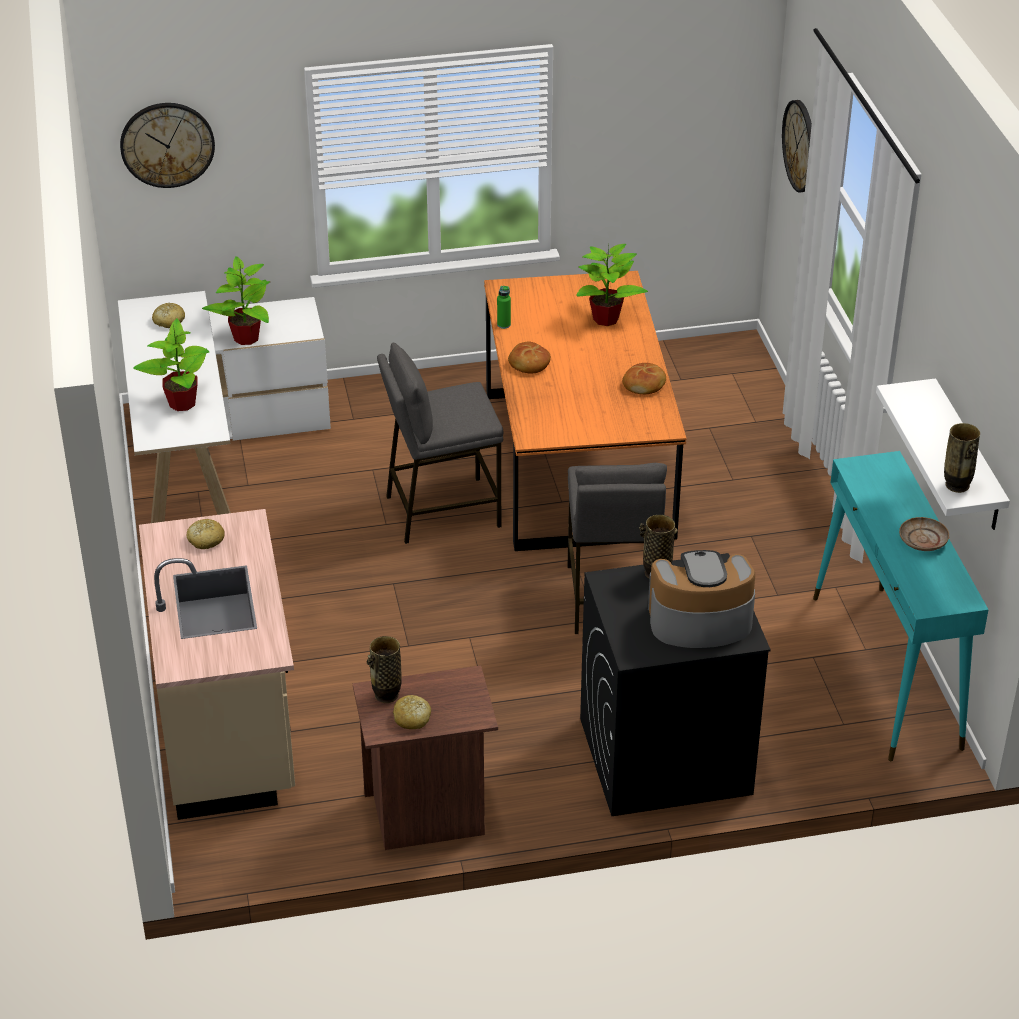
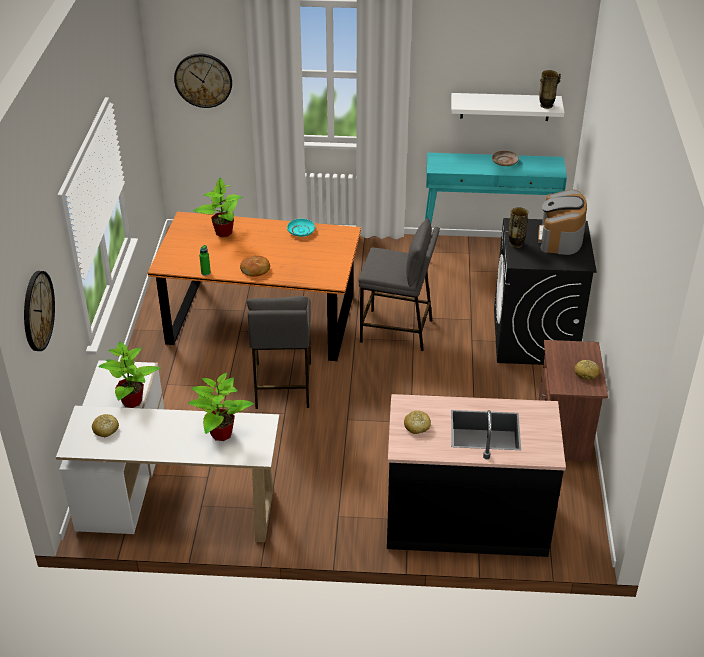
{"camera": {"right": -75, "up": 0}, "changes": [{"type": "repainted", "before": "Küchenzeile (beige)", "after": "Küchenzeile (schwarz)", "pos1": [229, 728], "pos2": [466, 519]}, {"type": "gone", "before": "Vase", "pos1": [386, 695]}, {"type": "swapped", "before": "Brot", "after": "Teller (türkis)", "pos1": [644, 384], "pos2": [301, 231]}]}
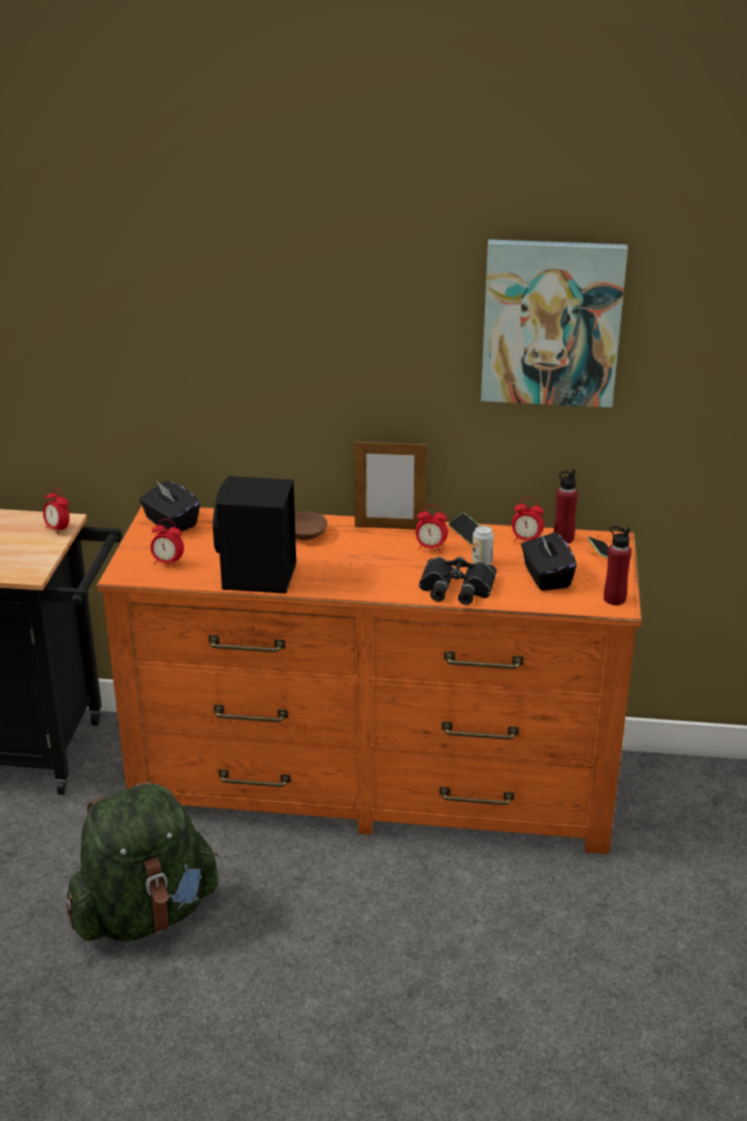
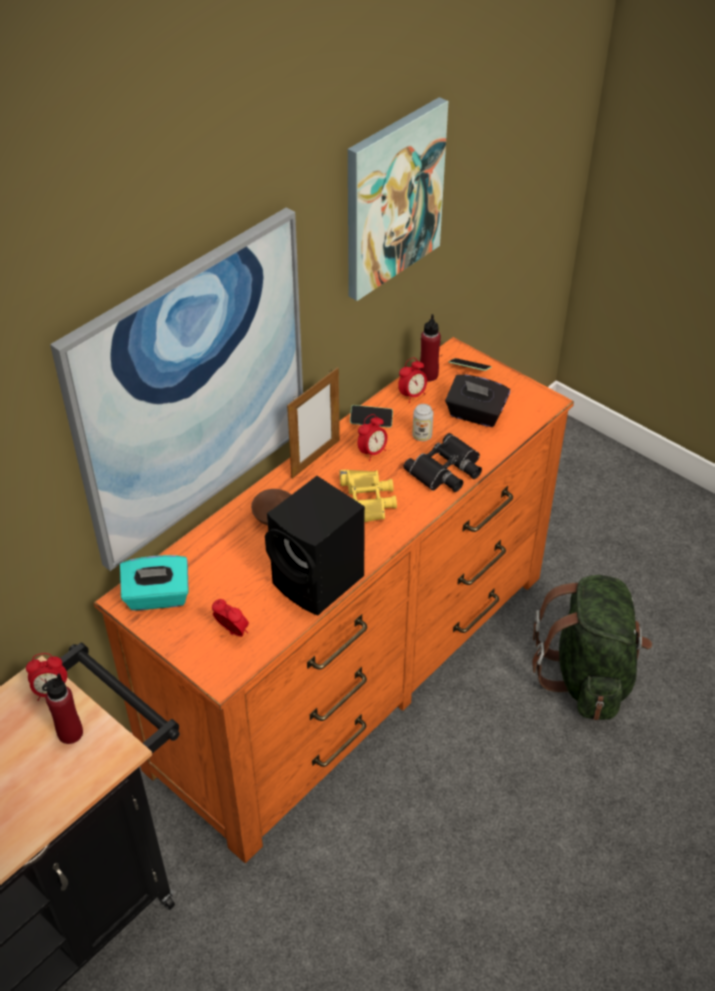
{"camera": {"right": -55, "up": 15}, "changes": [{"type": "shifted", "before": "Rucksack (grün)", "pos1": [145, 914], "pos2": [587, 676]}, {"type": "repainted", "before": "Taschentuchbox (schwarz)", "after": "Taschentuchbox (türkis)", "pos1": [170, 523], "pos2": [157, 597]}, {"type": "rotated", "before": "Wecker", "pos1": [168, 563], "pos2": [232, 633], "turn": -105}, {"type": "shifted", "before": "Flasche (rot)", "pos1": [614, 599], "pos2": [70, 733]}, {"type": "new", "after": "Bild", "pos2": [192, 390]}, {"type": "new", "after": "Fernglas (gelb)", "pos2": [367, 500]}]}
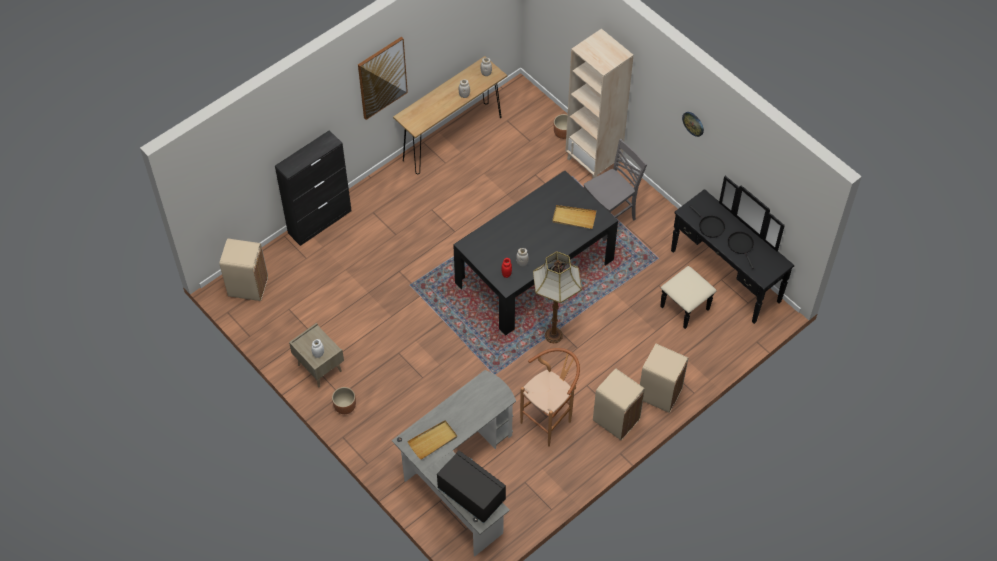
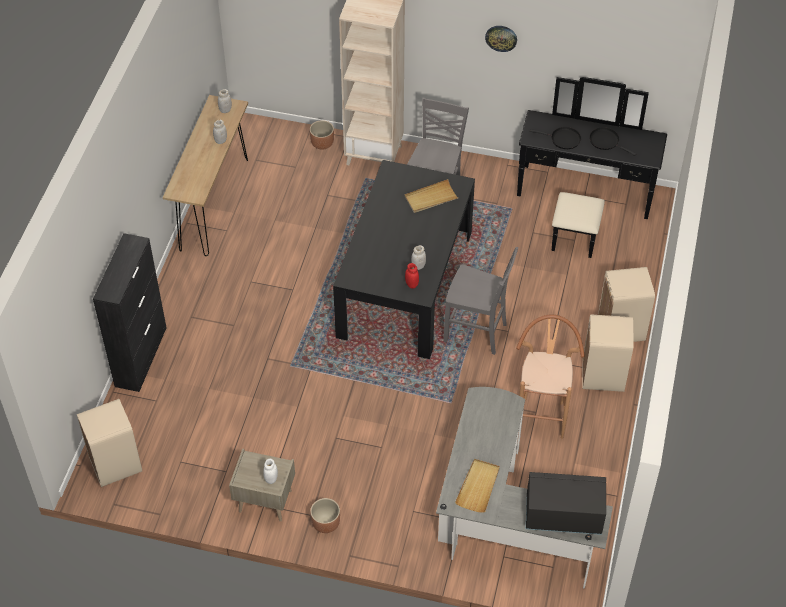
{"camera": {"right": -35, "up": -5}, "changes": [{"type": "gone", "before": "Bild", "pos1": [382, 77]}, {"type": "swapped", "before": "Stehlampe", "after": "Stuhl (grau)", "pos1": [554, 336], "pos2": [476, 333]}]}
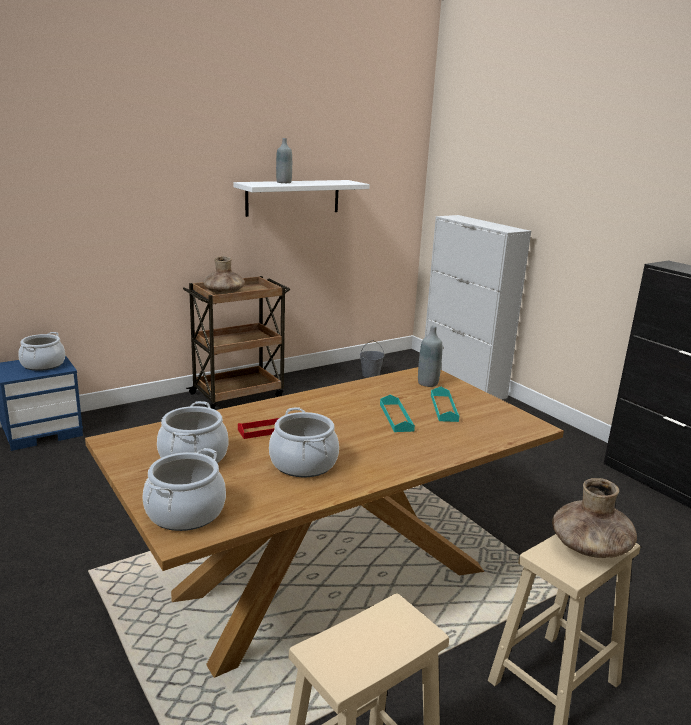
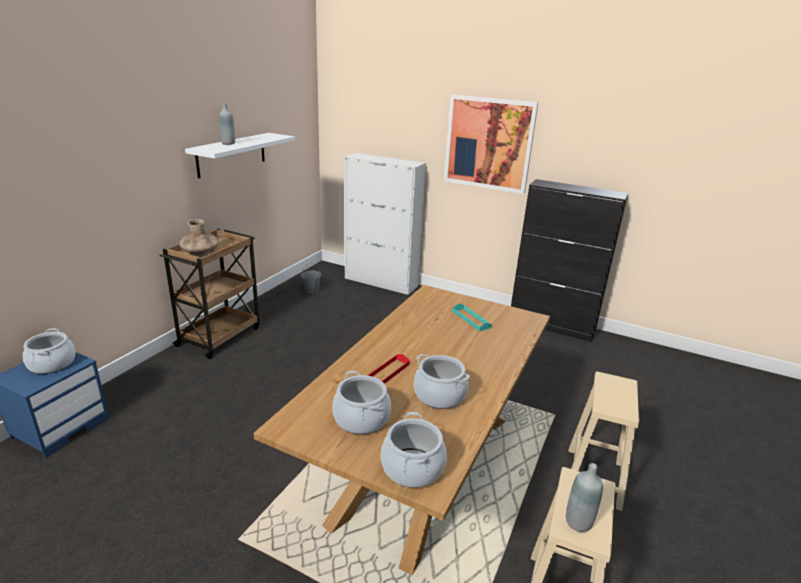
{"camera": {"right": -30, "up": 5}, "changes": [{"type": "gone", "before": "Tablett (türkis)", "pos1": [396, 417]}, {"type": "shifted", "before": "Flasche (grau)", "pos1": [428, 383], "pos2": [578, 522]}, {"type": "gone", "before": "Vase (braun)", "pos1": [589, 547]}, {"type": "new", "after": "Bild", "pos2": [488, 144]}]}
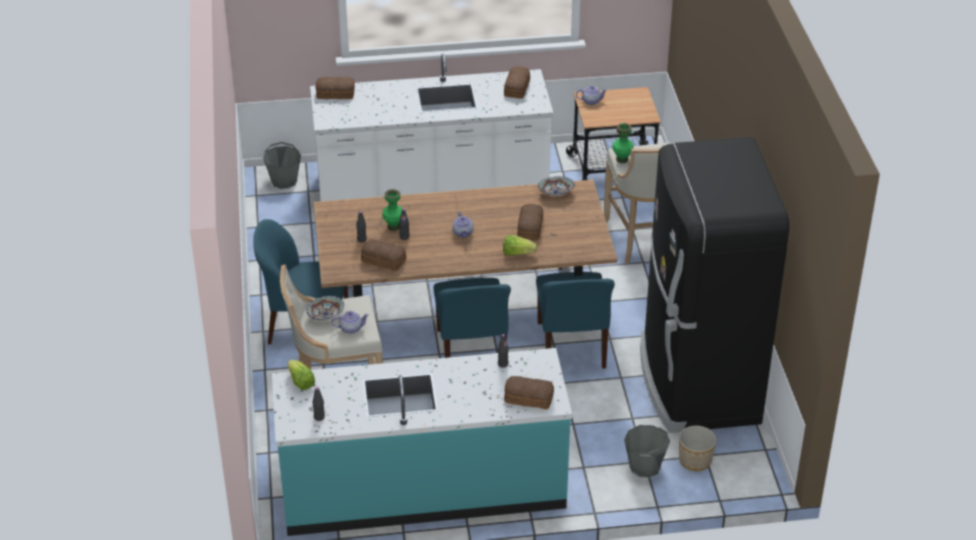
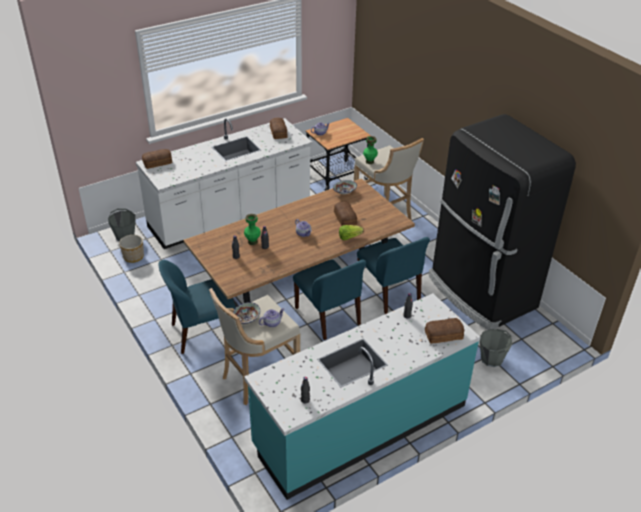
{"camera": {"right": -25, "up": 0}, "changes": [{"type": "gone", "before": "Salatkopf", "pos1": [300, 382]}, {"type": "gone", "before": "Brot", "pos1": [383, 260]}, {"type": "shifted", "before": "Pflanzkübel", "pos1": [695, 460], "pos2": [133, 256]}]}
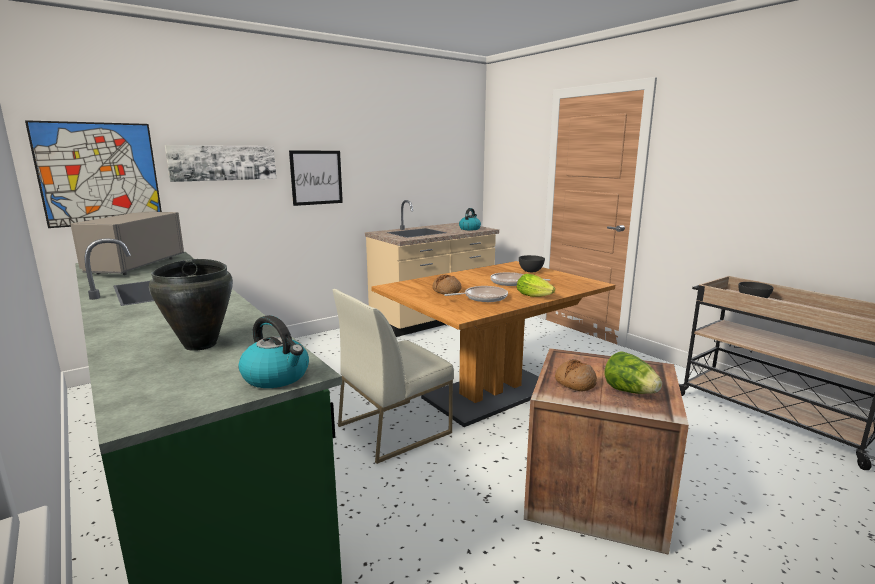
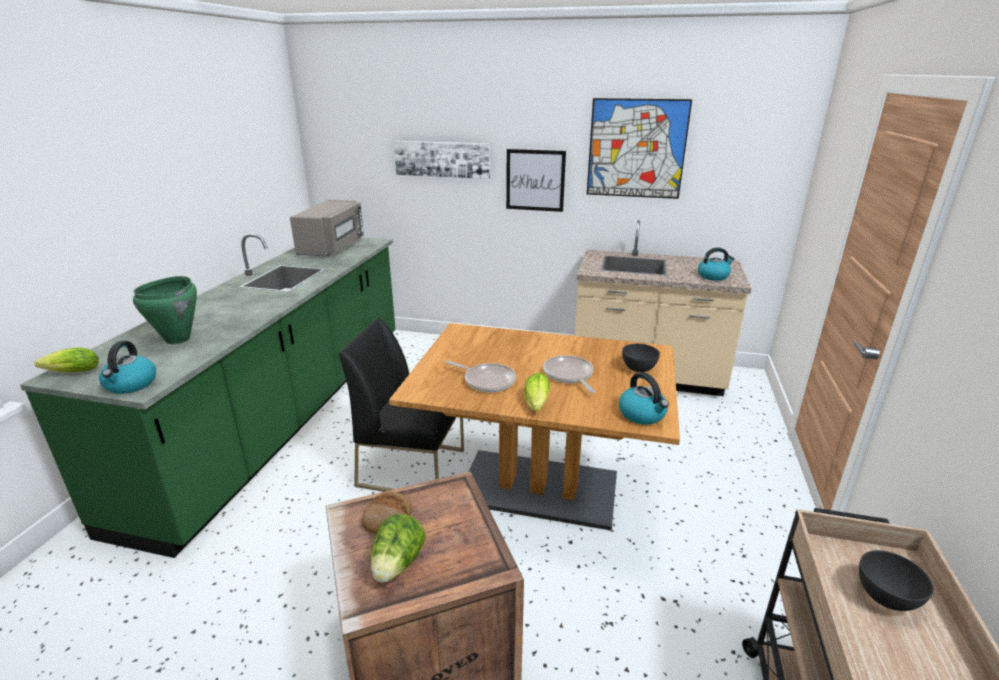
{"camera": {"right": 50, "up": 10}, "changes": [{"type": "shifted", "before": "Bild", "pos1": [99, 174], "pos2": [636, 149]}, {"type": "rotated", "before": "Mikrowelle (grau)", "pos1": [134, 265], "pos2": [333, 247], "turn": 135}, {"type": "repainted", "before": "Kochtopf (schwarz)", "after": "Kochtopf (grün)", "pos1": [201, 344], "pos2": [178, 339]}, {"type": "repainted", "before": "Stuhl (weiß)", "after": "Stuhl (schwarz)", "pos1": [394, 428], "pos2": [413, 467]}, {"type": "gone", "before": "Brot", "pos1": [447, 291]}, {"type": "new", "after": "Salatkopf", "pos2": [70, 373]}, {"type": "new", "after": "Wasserkessel", "pos2": [642, 414]}]}
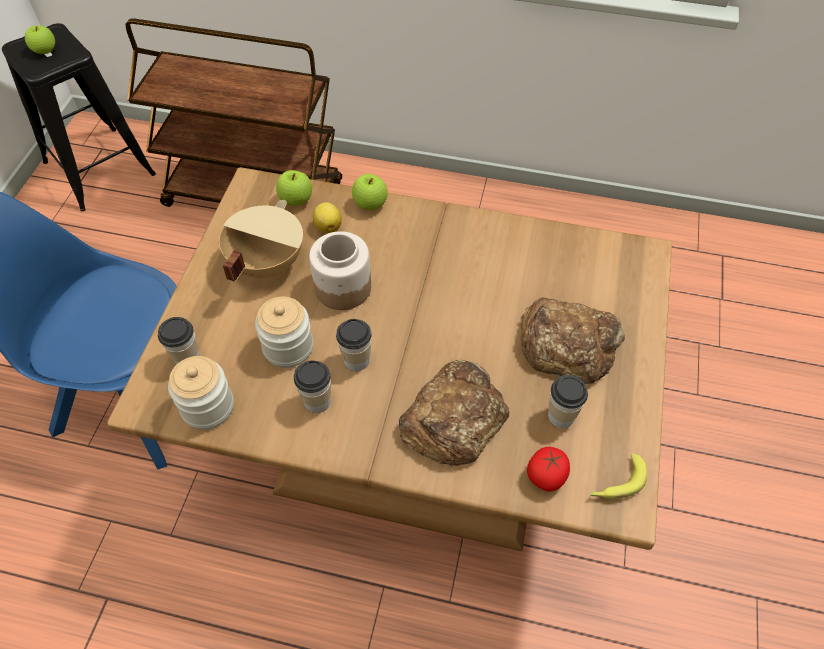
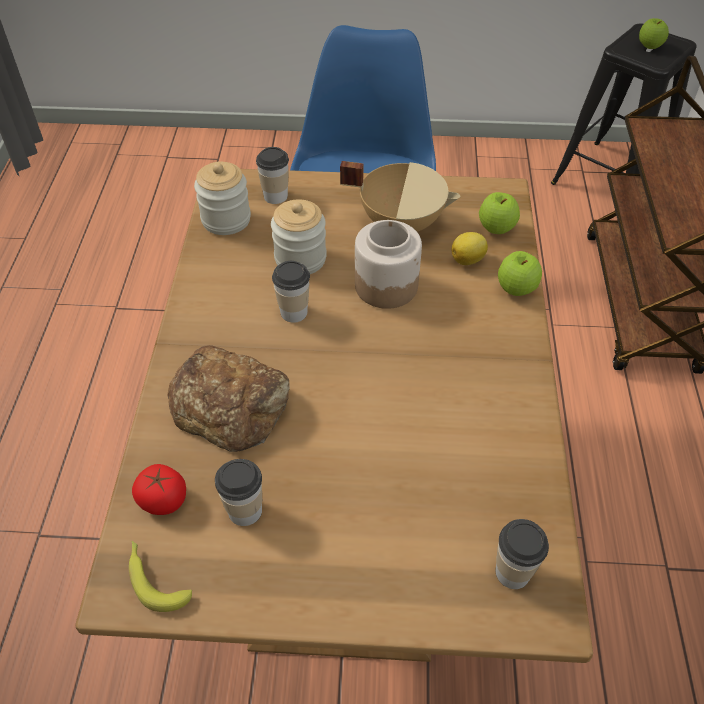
{"camera": {"right": 80, "up": -5}, "changes": [{"type": "shifted", "before": "Tasse", "pos1": [317, 401], "pos2": [512, 572]}, {"type": "gone", "before": "Brot", "pos1": [568, 344]}]}
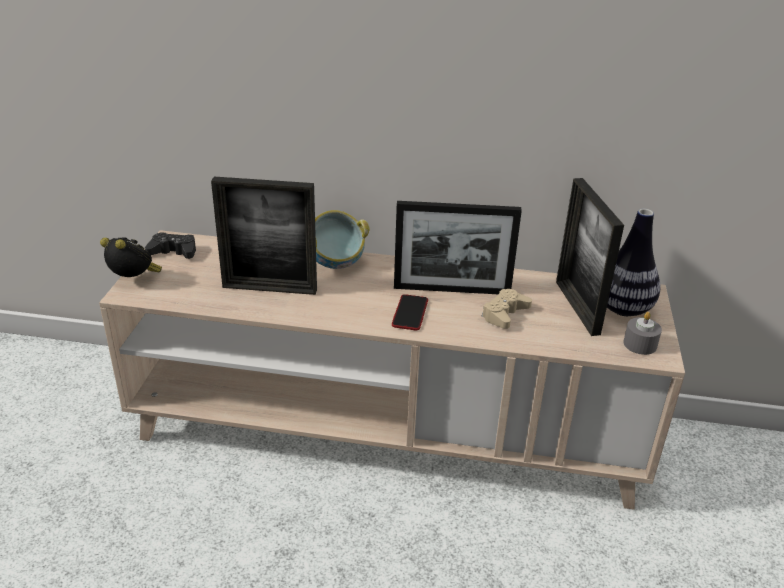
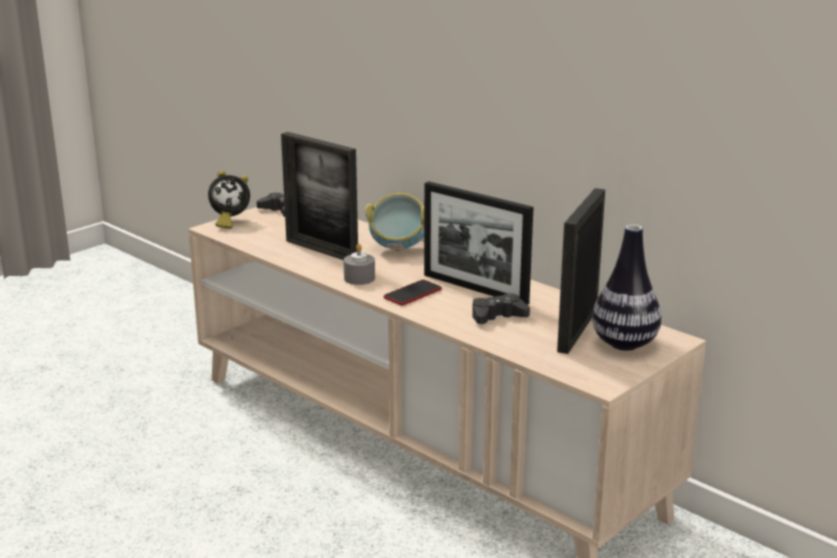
{"camera": {"right": 35, "up": -10}, "changes": [{"type": "rotated", "before": "Wecker", "pos1": [134, 280], "pos2": [229, 221], "turn": 105}, {"type": "repainted", "before": "Gamepad (beige)", "after": "Gamepad (schwarz)", "pos1": [504, 314], "pos2": [497, 316]}, {"type": "shifted", "before": "Kerze (grau)", "pos1": [640, 344], "pos2": [359, 278]}]}
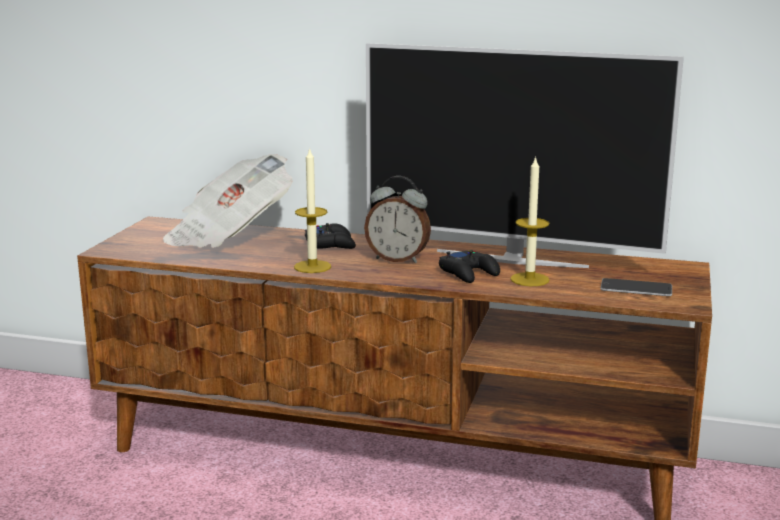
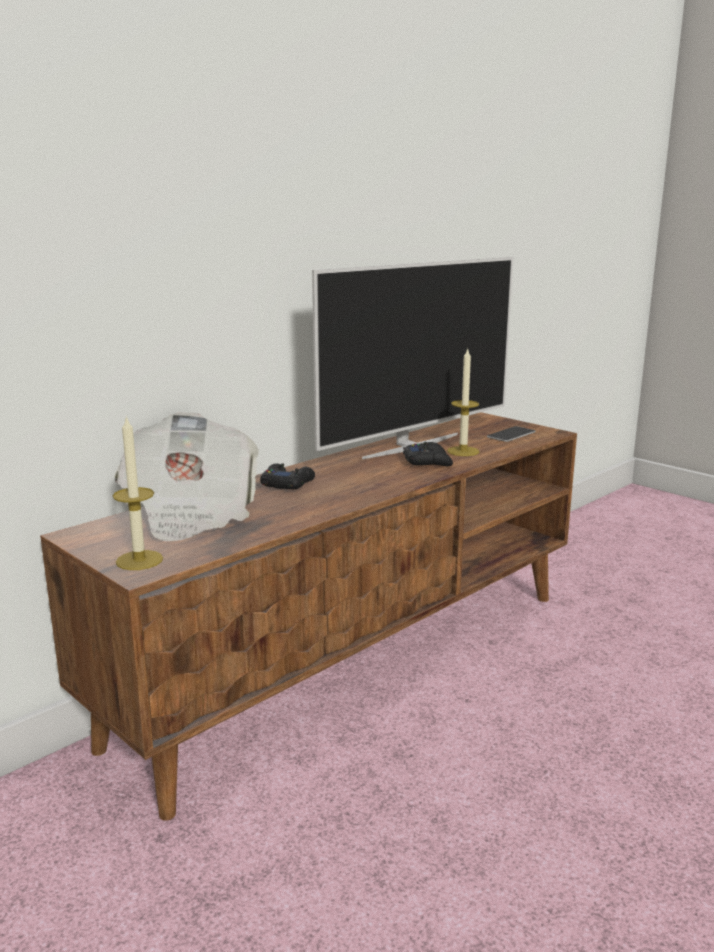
{"camera": {"right": -60, "up": 0}, "changes": [{"type": "shifted", "before": "Kerze", "pos1": [312, 267], "pos2": [139, 560]}, {"type": "gone", "before": "Wecker", "pos1": [398, 259]}]}
